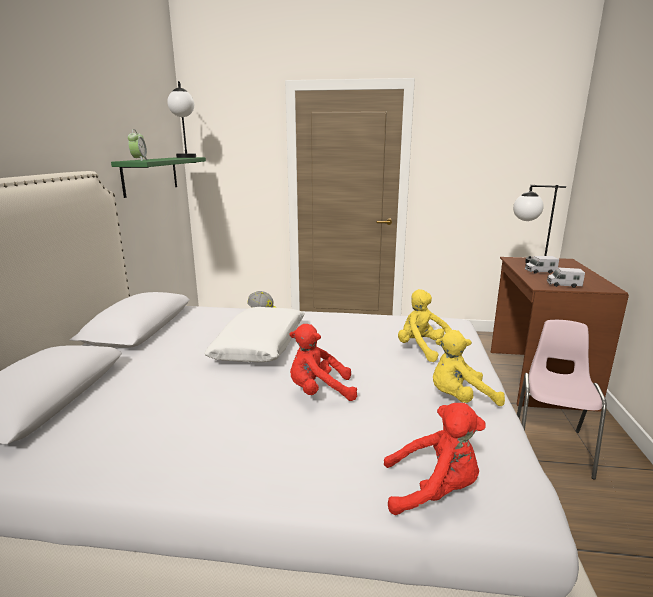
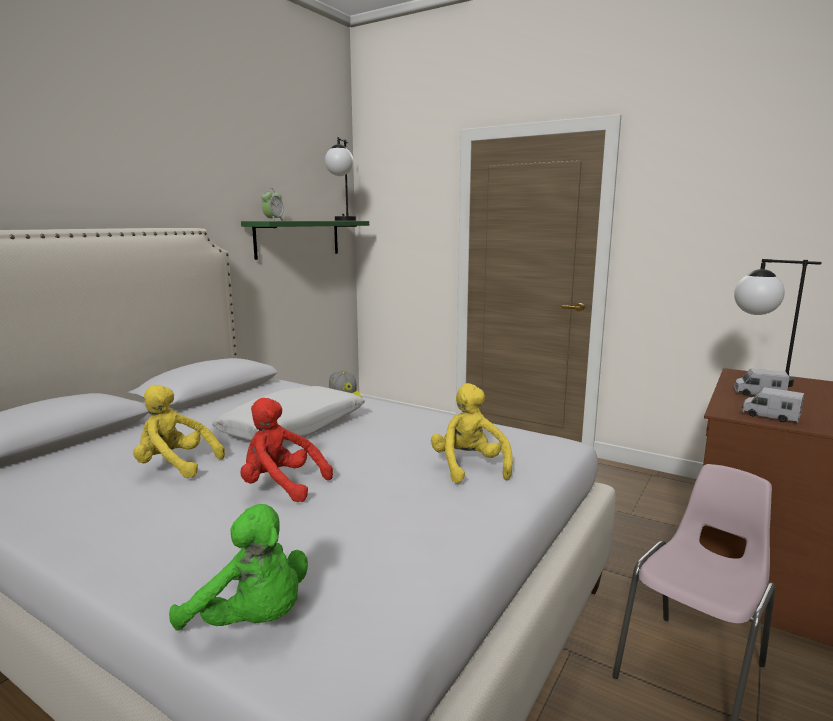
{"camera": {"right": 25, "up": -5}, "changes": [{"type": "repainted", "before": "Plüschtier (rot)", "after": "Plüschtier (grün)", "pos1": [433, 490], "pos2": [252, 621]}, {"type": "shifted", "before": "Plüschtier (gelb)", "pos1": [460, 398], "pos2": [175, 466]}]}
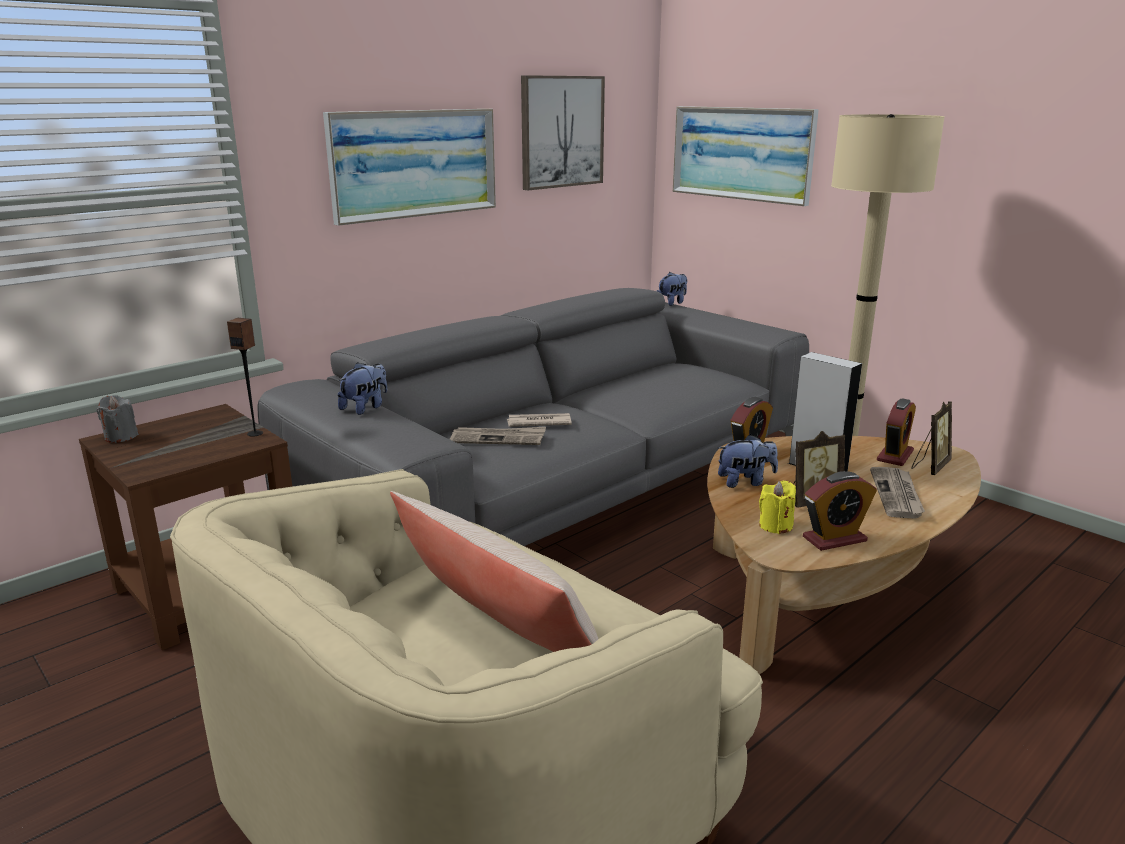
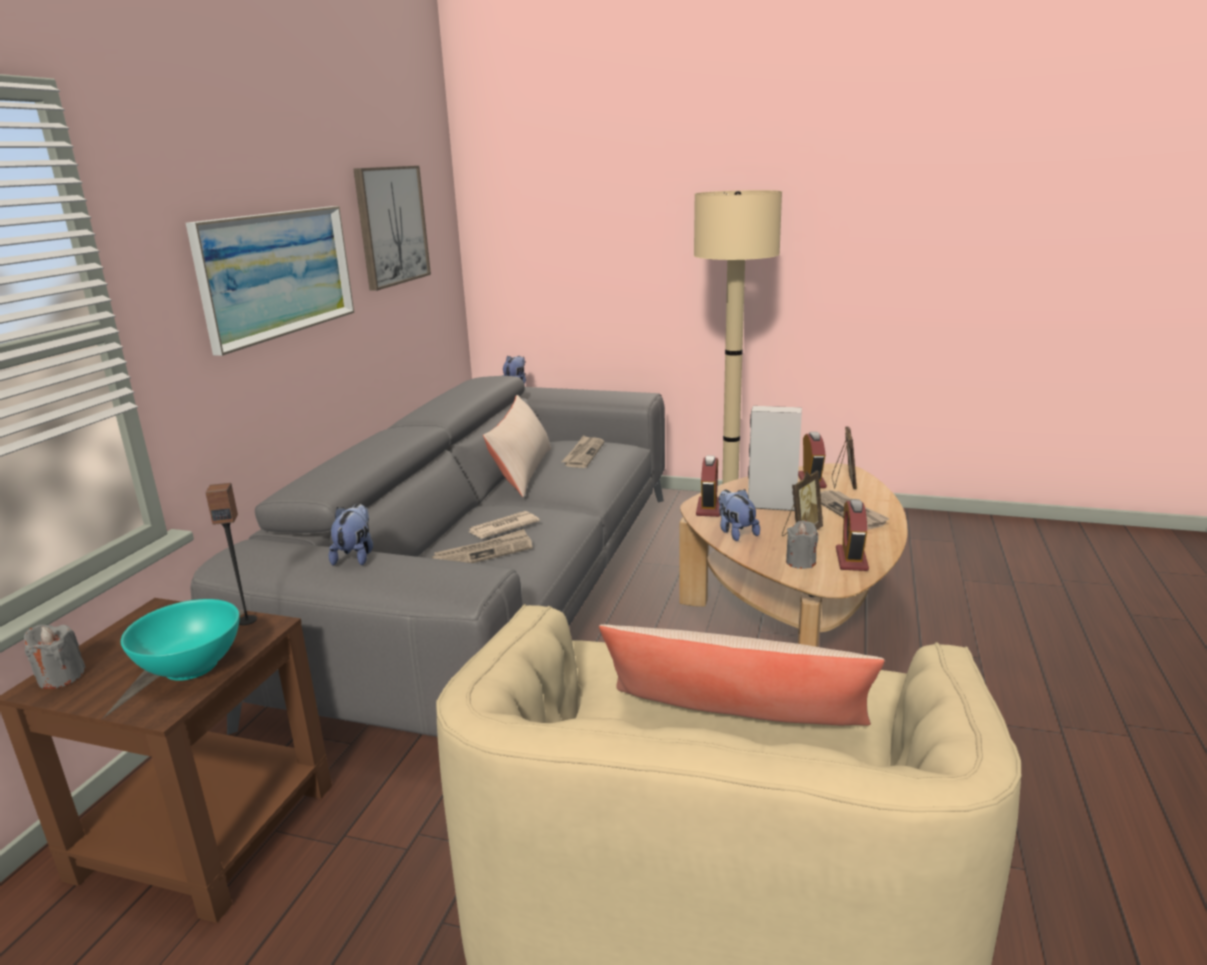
{"camera": {"right": -30, "up": 0}, "changes": [{"type": "gone", "before": "Bild", "pos1": [741, 153]}, {"type": "rotated", "before": "Plüschtier", "pos1": [745, 482], "pos2": [735, 532], "turn": -75}, {"type": "repainted", "before": "Kerze (gelb)", "after": "Kerze (grau)", "pos1": [775, 526], "pos2": [800, 562]}, {"type": "rotated", "before": "Wecker", "pos1": [834, 539], "pos2": [851, 559], "turn": 150}, {"type": "new", "after": "Schüssel (türkis)", "pos2": [191, 667]}, {"type": "new", "after": "Kissen (beige)", "pos2": [522, 471]}, {"type": "new", "after": "Zeitung", "pos2": [583, 454]}]}
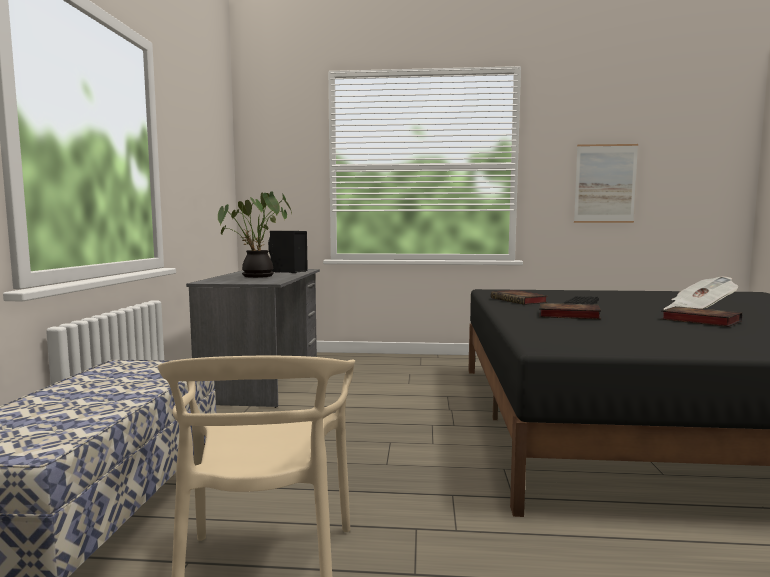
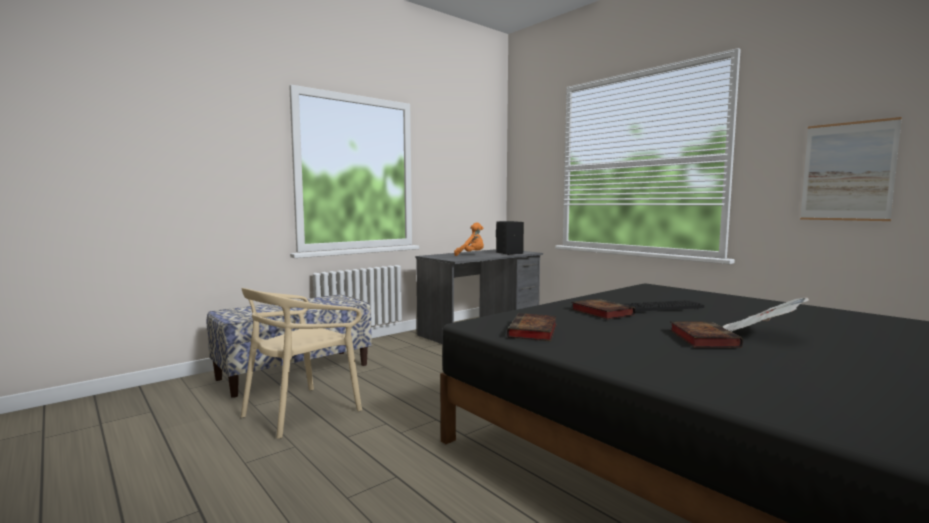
{"camera": {"right": 45, "up": 0}, "changes": [{"type": "swapped", "before": "Topfpflanze", "after": "Plüschtier (orange)", "pos1": [256, 276], "pos2": [471, 255]}, {"type": "shifted", "before": "Buch", "pos1": [520, 301], "pos2": [533, 331]}]}
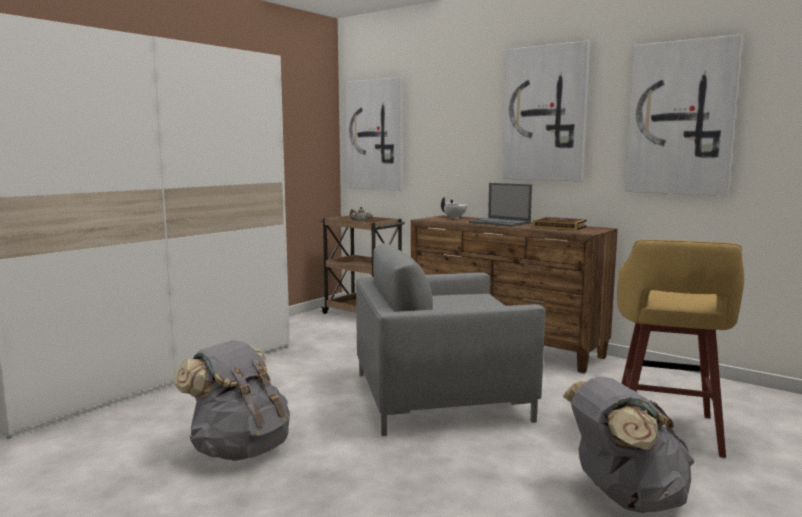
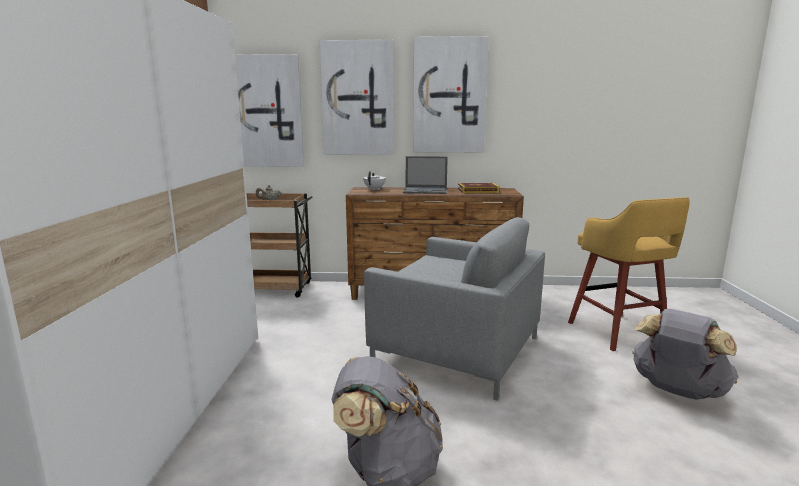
{"camera": {"right": -35, "up": 5}, "changes": [{"type": "rotated", "before": "Sessel (grau)", "pos1": [439, 396], "pos2": [457, 351], "turn": -105}, {"type": "shifted", "before": "Bild", "pos1": [681, 118], "pos2": [358, 98]}]}
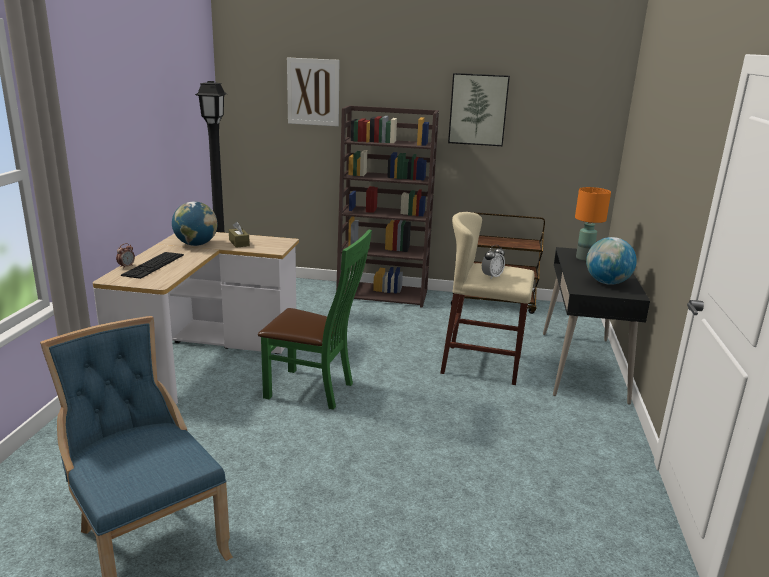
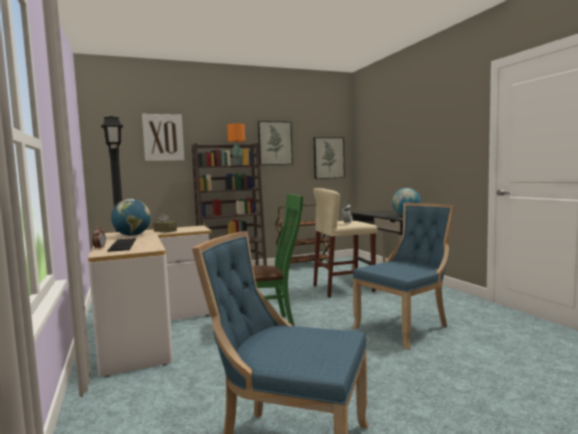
{"camera": {"right": -30, "up": -15}, "changes": [{"type": "shifted", "before": "Tischlampe (orange)", "pos1": [583, 258], "pos2": [237, 165]}, {"type": "new", "after": "Bild", "pos2": [328, 158]}, {"type": "new", "after": "Stuhl (blau)", "pos2": [405, 327]}]}
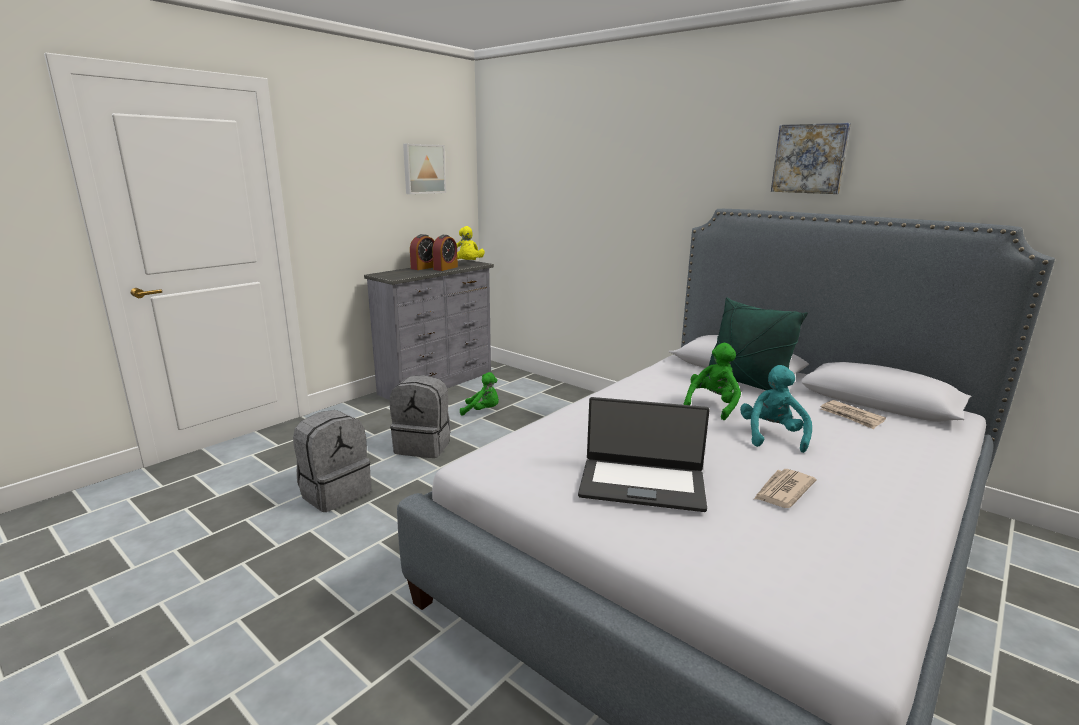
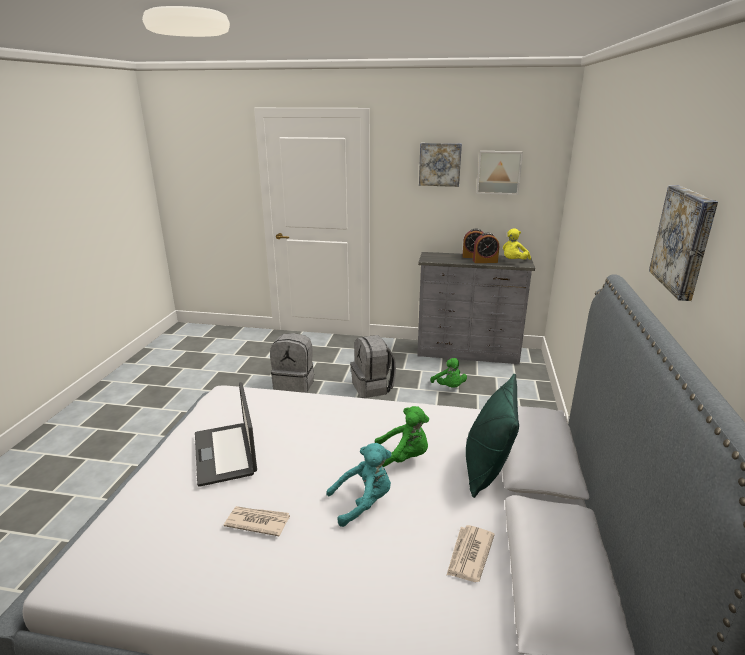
{"camera": {"right": 60, "up": 5}, "changes": [{"type": "new", "after": "Bild", "pos2": [440, 164]}]}
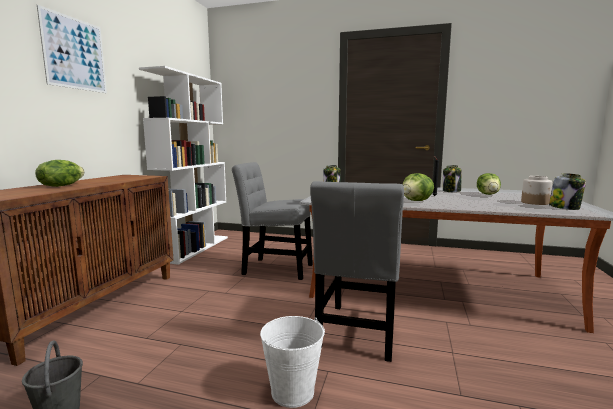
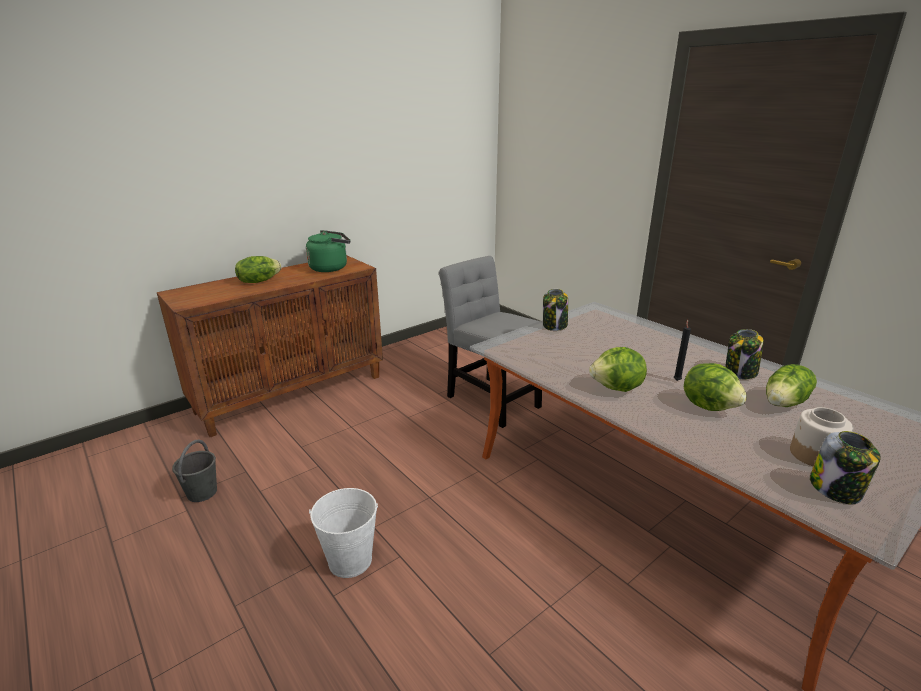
{"camera": {"right": 35, "up": 15}, "changes": [{"type": "gone", "before": "Bild", "pos1": [75, 53]}, {"type": "gone", "before": "Bücherregal (weiß)", "pos1": [195, 248]}, {"type": "gone", "before": "Stuhl (grau)", "pos1": [357, 333]}, {"type": "new", "after": "Wasserkessel (grün)", "pos2": [331, 268]}, {"type": "new", "after": "Salatkopf", "pos2": [709, 406]}]}
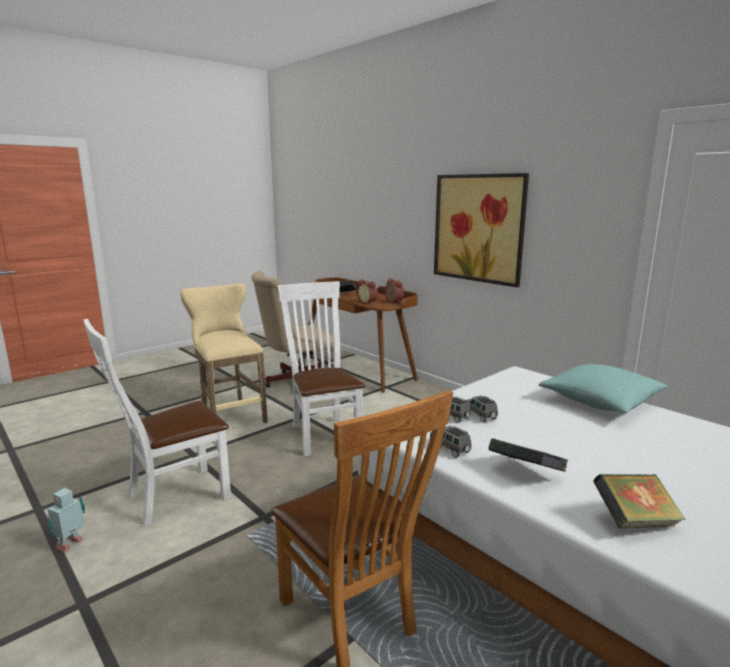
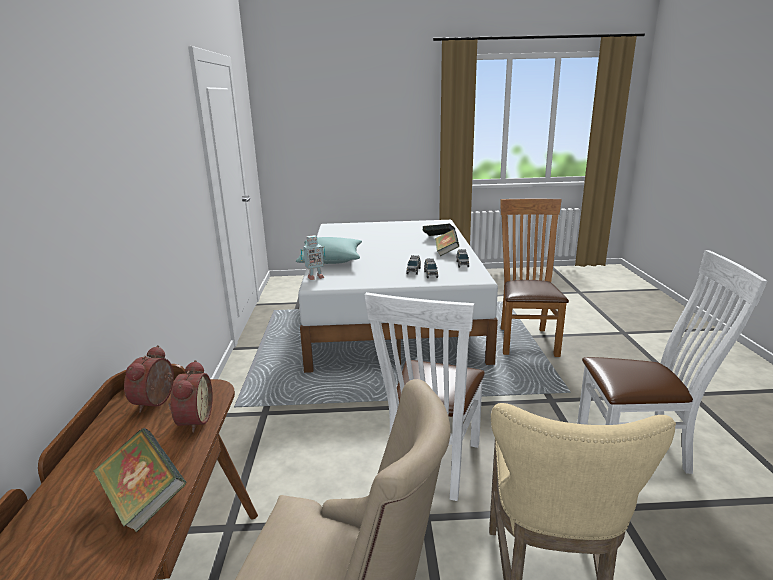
{"camera": {"right": -140, "up": 5}, "changes": [{"type": "shifted", "before": "Spielzeugroboter", "pos1": [72, 544], "pos2": [314, 277]}, {"type": "gone", "before": "Bild", "pos1": [478, 228]}]}
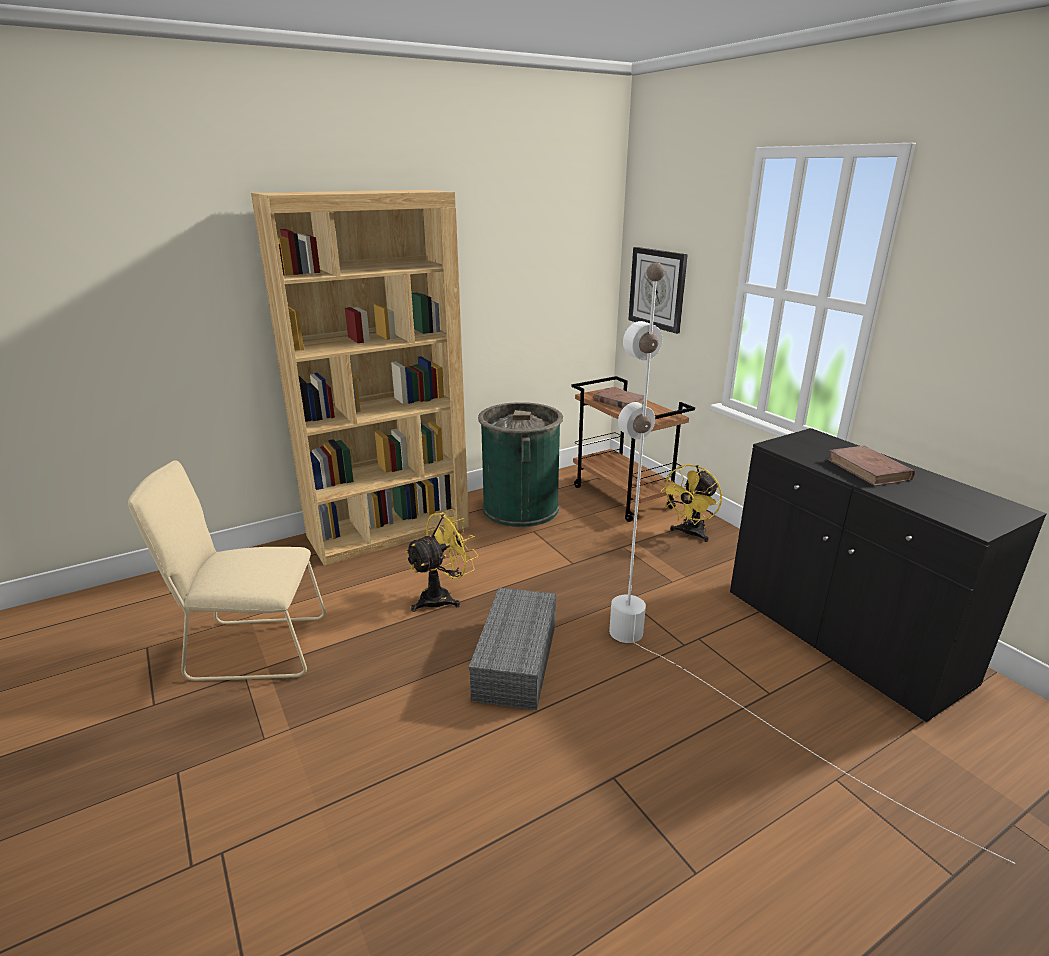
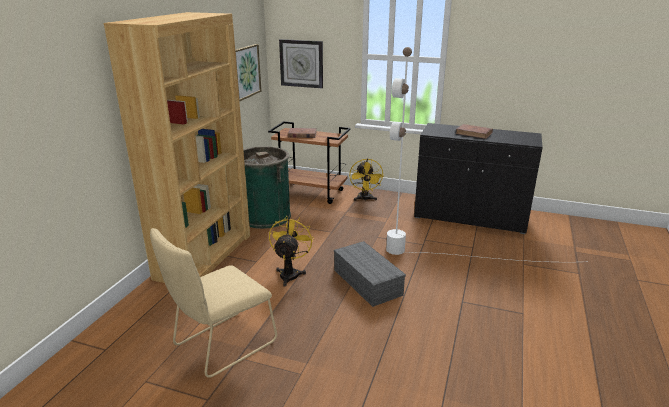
{"camera": {"right": -40, "up": 0}, "changes": [{"type": "new", "after": "Bild", "pos2": [245, 72]}]}
